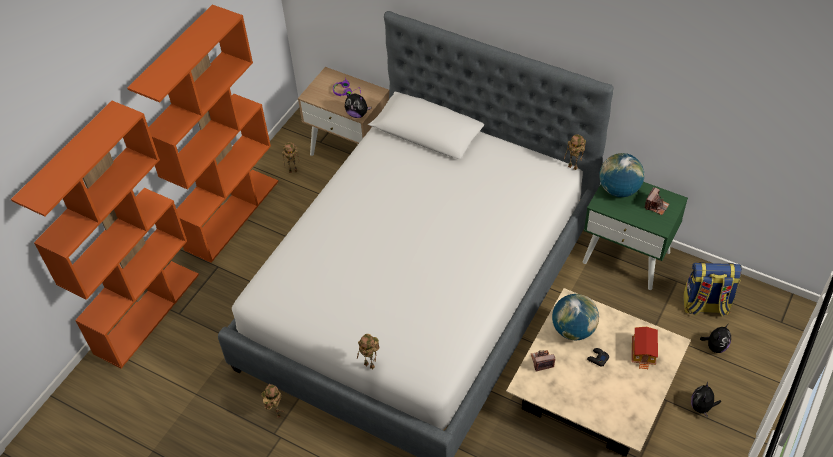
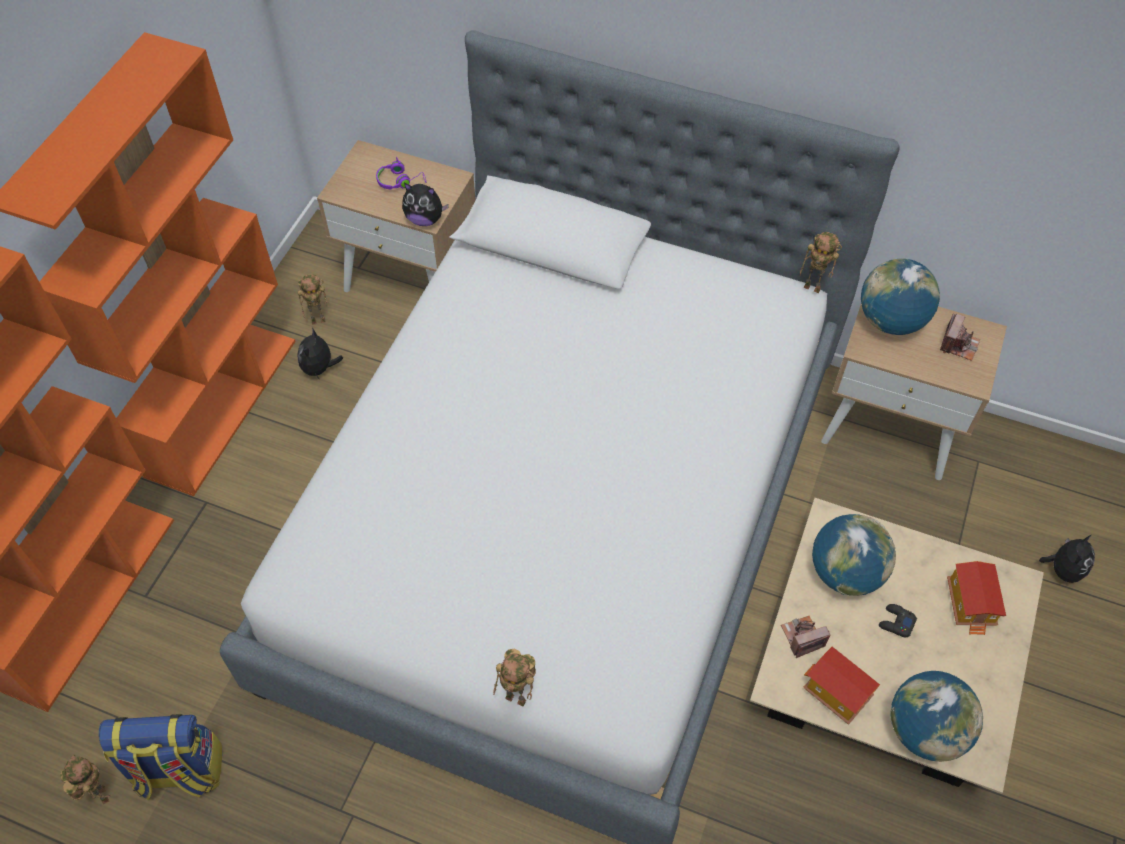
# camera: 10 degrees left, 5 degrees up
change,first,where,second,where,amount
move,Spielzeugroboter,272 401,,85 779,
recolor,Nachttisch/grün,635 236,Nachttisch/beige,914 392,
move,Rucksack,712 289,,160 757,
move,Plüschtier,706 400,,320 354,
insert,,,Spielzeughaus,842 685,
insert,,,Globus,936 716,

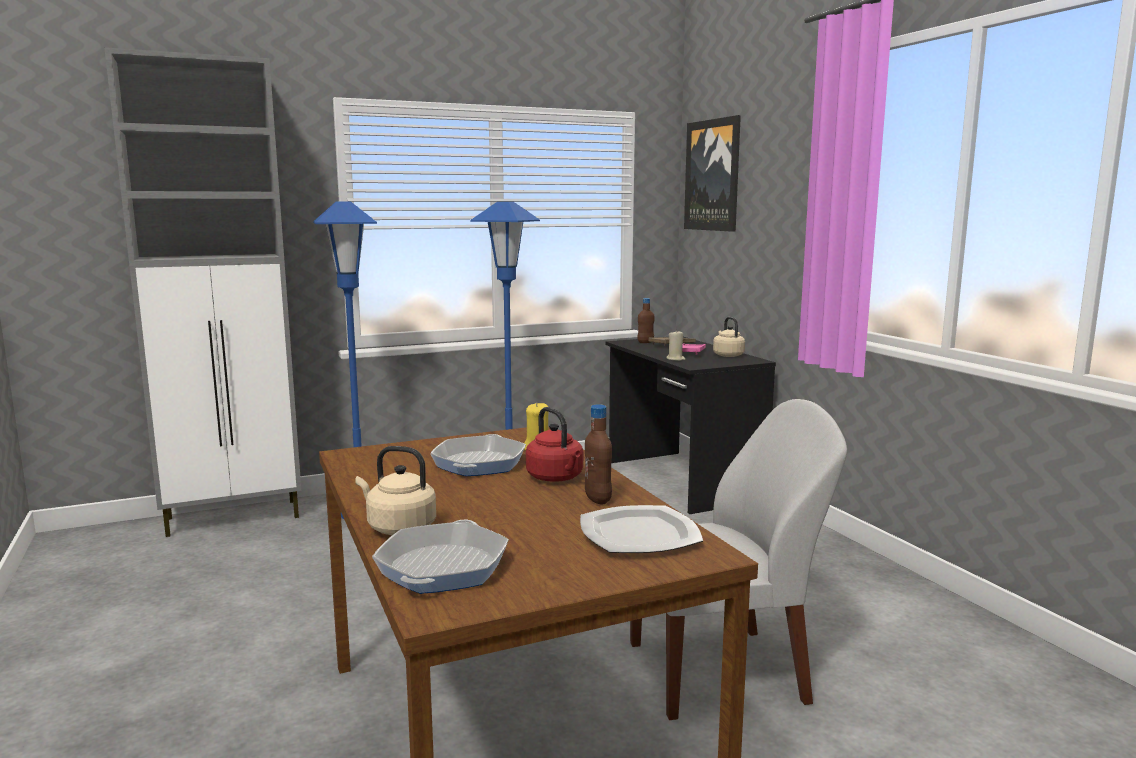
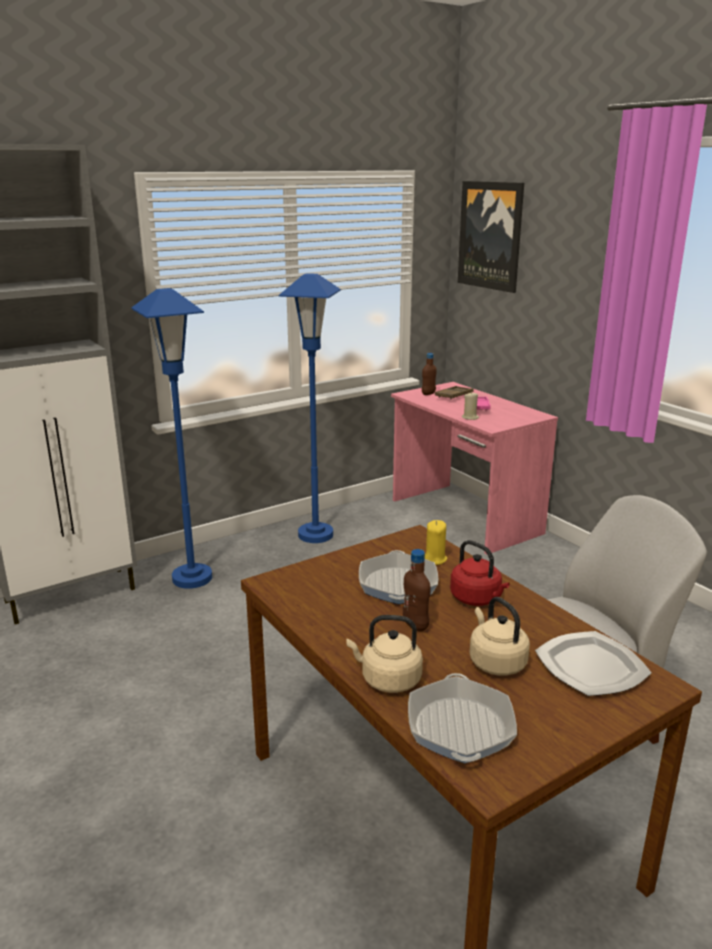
# camera: 10 degrees left, 10 degrees up
change,first,where,second,where,amount
move,Flasche/braun,598 454,,417 590,
recolor,Schreibtisch/schwarz,690 425,Schreibtisch/rosa,474 468,
move,Wasserkessel/beige,729 337,,500 636,

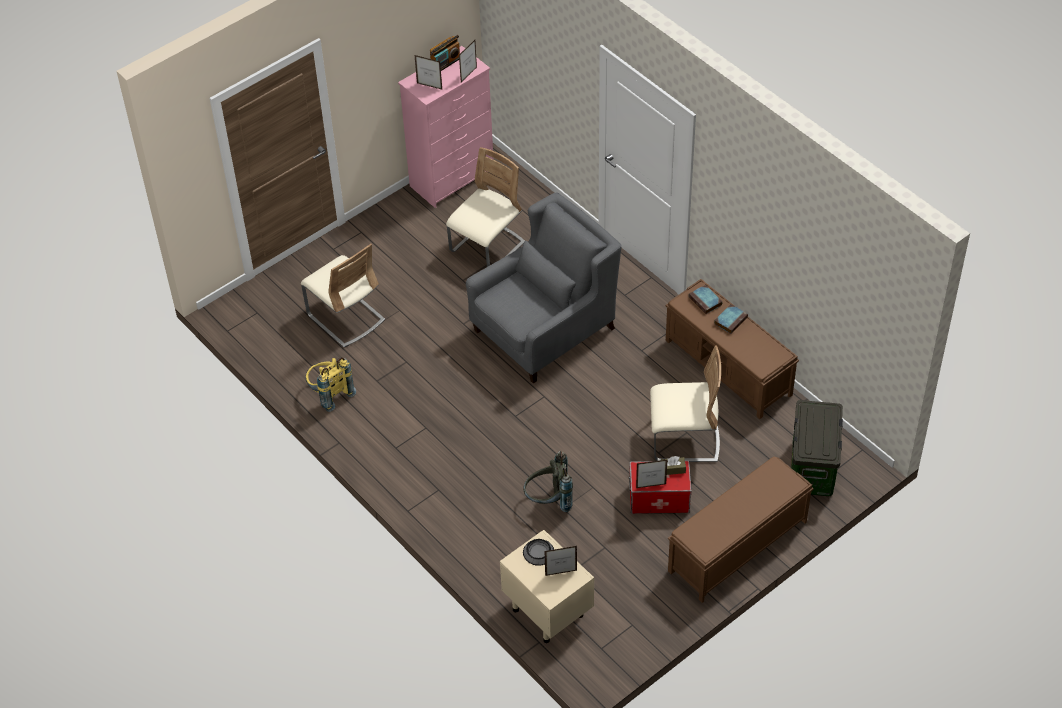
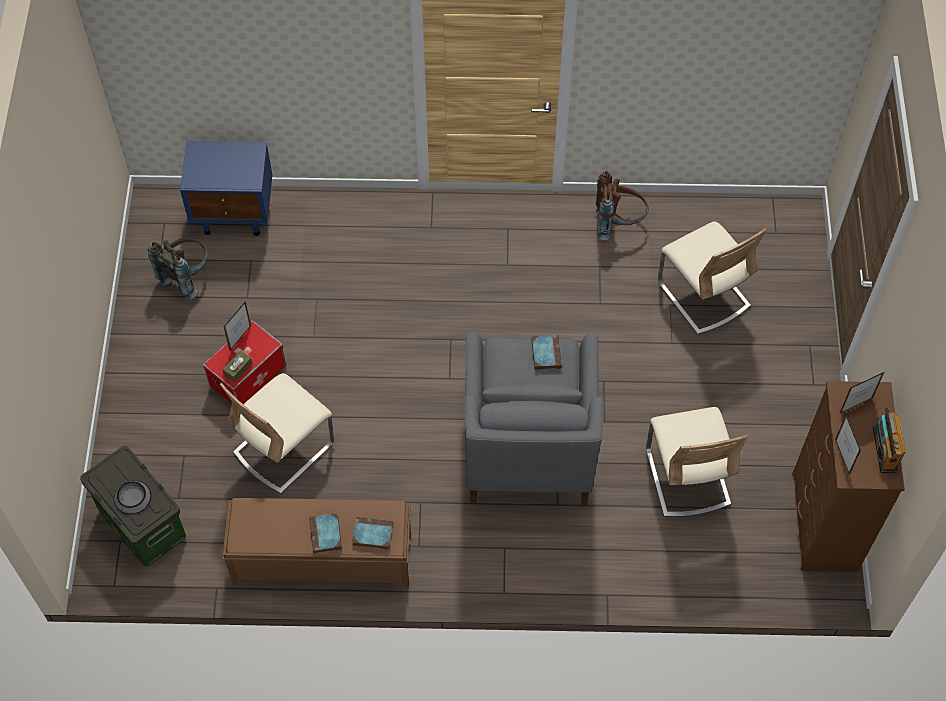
# camera: 130 degrees right, 10 degrees up
change,first,where,second,where,amount
rotate,Stuhl/beige,343 296,,712 278,120 degrees counterclockwise
recolor,Rucksack/gelb,330 384,Rucksack/braun,622 205,
recolor,Kommode/rosa,446 127,Kommode/braun,848 476,
recolor,Nachttisch/beige,547 586,Nachttisch/blau,226 188,
move,Schüssel,538 552,,132 497,
move,Rucksack/grau,548 481,,177 269,
delete,Bilderrahmen,561 561,,,
delete,Bank/braun,741 529,,,
insert,,,Buch,546 352,

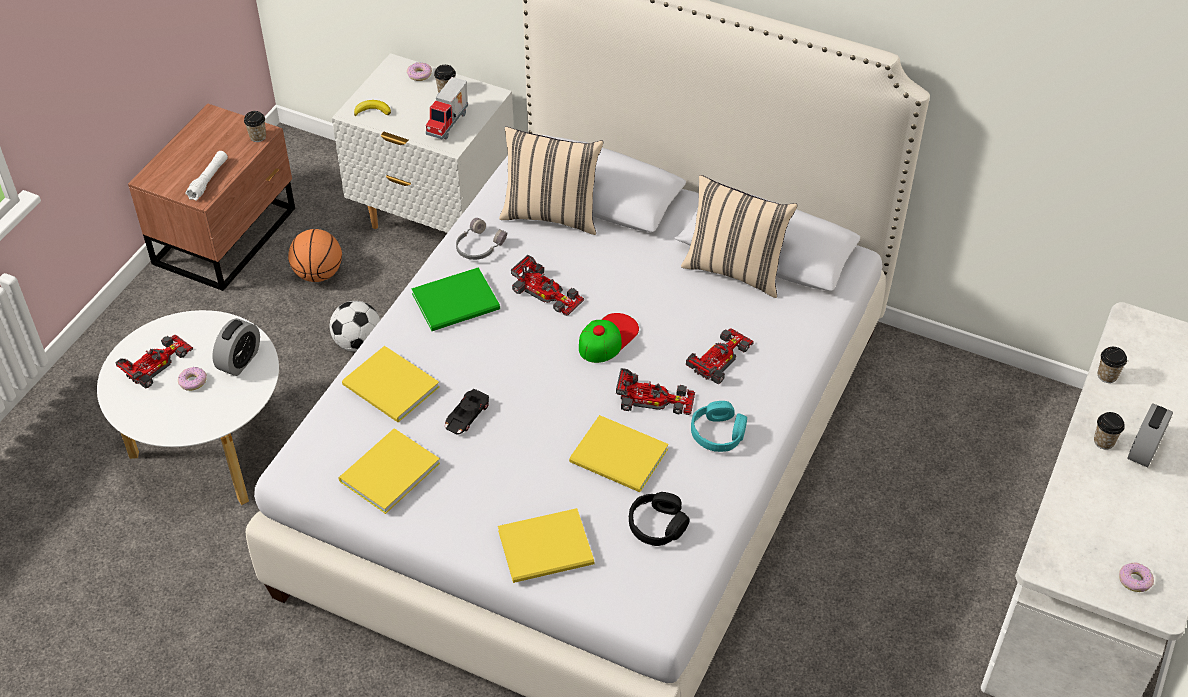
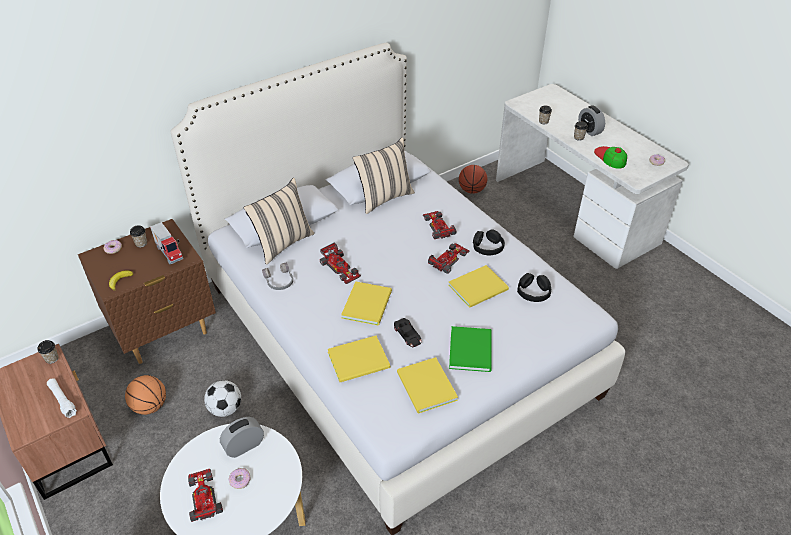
# camera: 60 degrees left, 5 degrees down
change,first,where,second,where,amount
rotate,Wecker,236 347,,242 437,90 degrees counterclockwise
recolor,Nachttisch/weiß,423 143,Nachttisch/braun,147 291,
move,Buch/grün,455 299,,470 349,
move,Buch/gelb,546 545,,366 303,
rotate,Spielzeugauto,547 285,,340 263,75 degrees clockwise
move,Kappe,609 338,,610 157,
recolor,Kopfhörer/türkis,719 426,Kopfhörer/schwarz,489 242,
insert,,,Basketball,473 179,

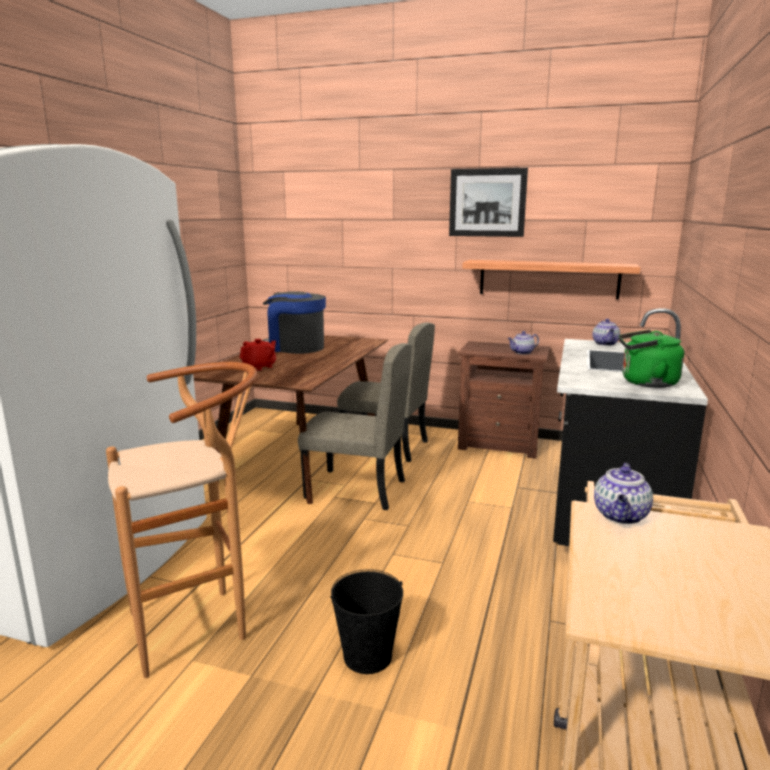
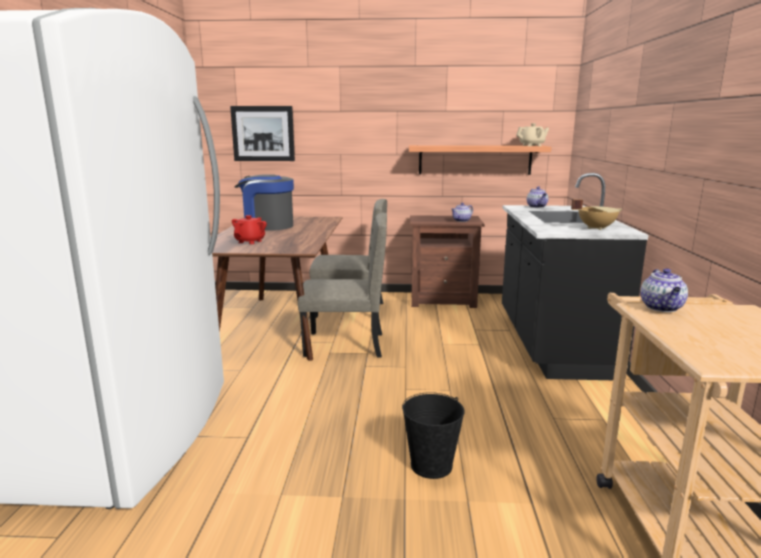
# camera: 15 degrees left, 0 degrees up
change,first,where,second,where,amount
delete,Hocker/braun,182 520,,,
move,Bild,488 202,,262 133,
replace,Wasserkessel/grün,651 359,Kochtopf/beige,596 214,
insert,,,Teekanne/beige,533 134,

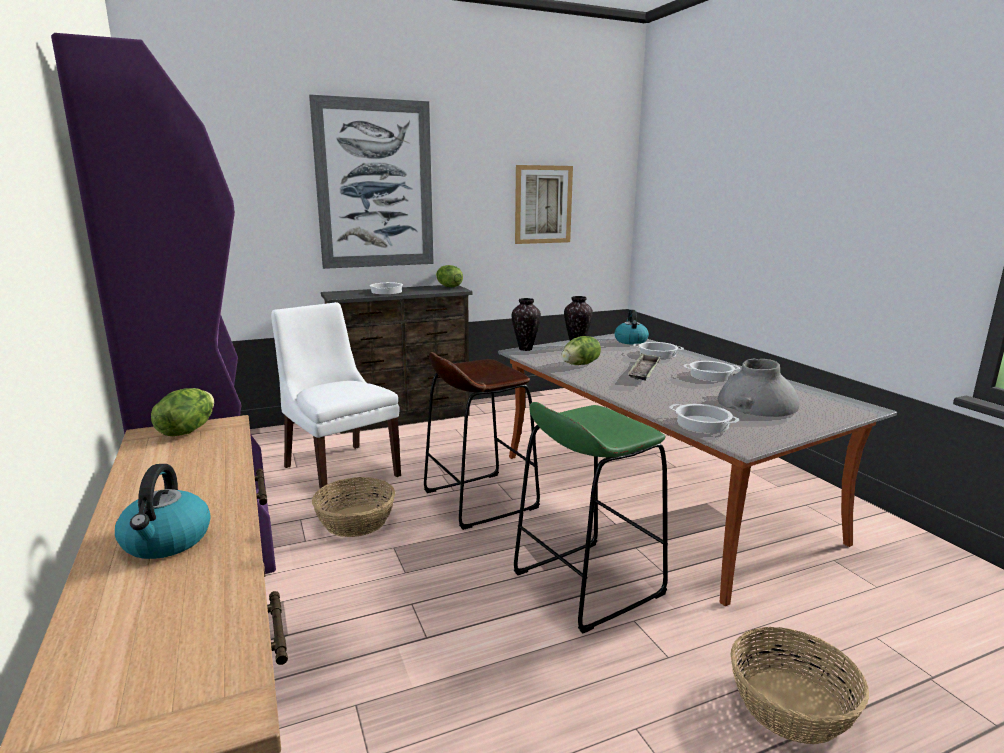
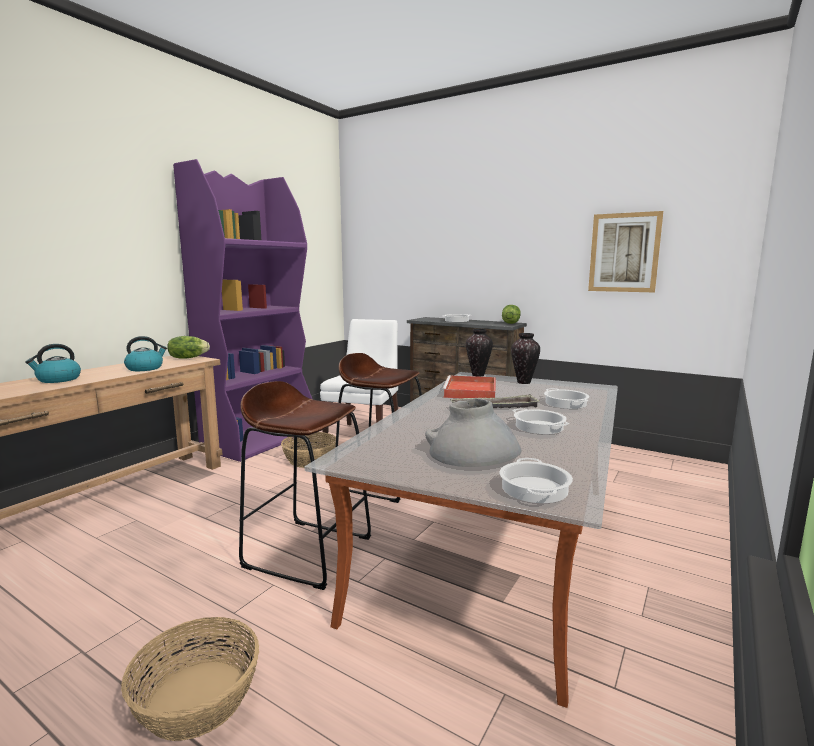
# camera: 55 degrees right, 5 degrees down
change,first,where,second,where,amount
delete,Bild,371 181,,,
recolor,Hocker/grün,591 517,Hocker/braun,305 485,
replace,Salatkopf,581 350,Tablett/rot,468 386,
move,Wasserkessel,632 327,,145 353,
move,Kochtopf,704 418,,536 480,

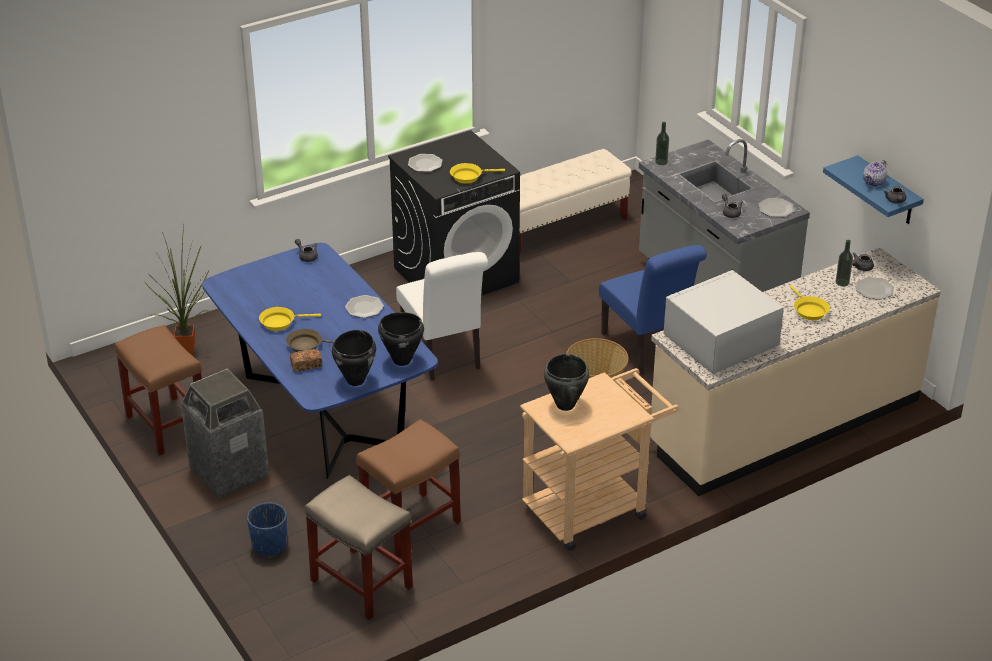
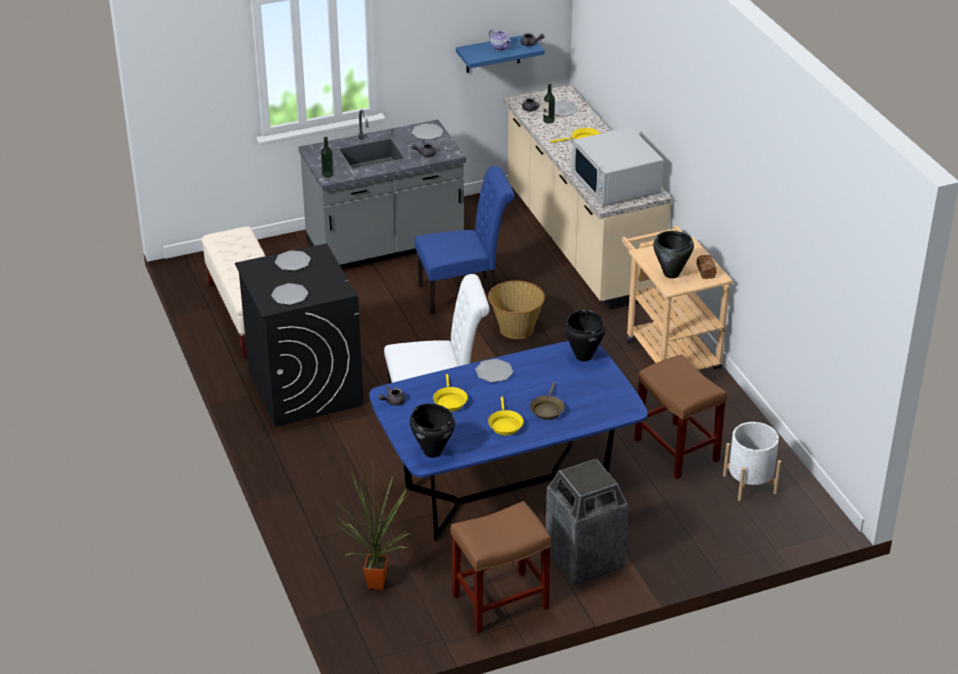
# camera: 80 degrees left, 0 degrees up
change,first,where,second,where,amount
delete,Pflanzkübel/blau,267 530,,,
move,Brot,306 360,,706 267,
replace,Hocker/beige,359 547,Pflanzkübel/weiß,752 461,
move,Kochtopf/schwarz,354 358,,432 430,
move,Pfanne/gelb,477 173,,450 393,
insert,,,Teller,293 260,

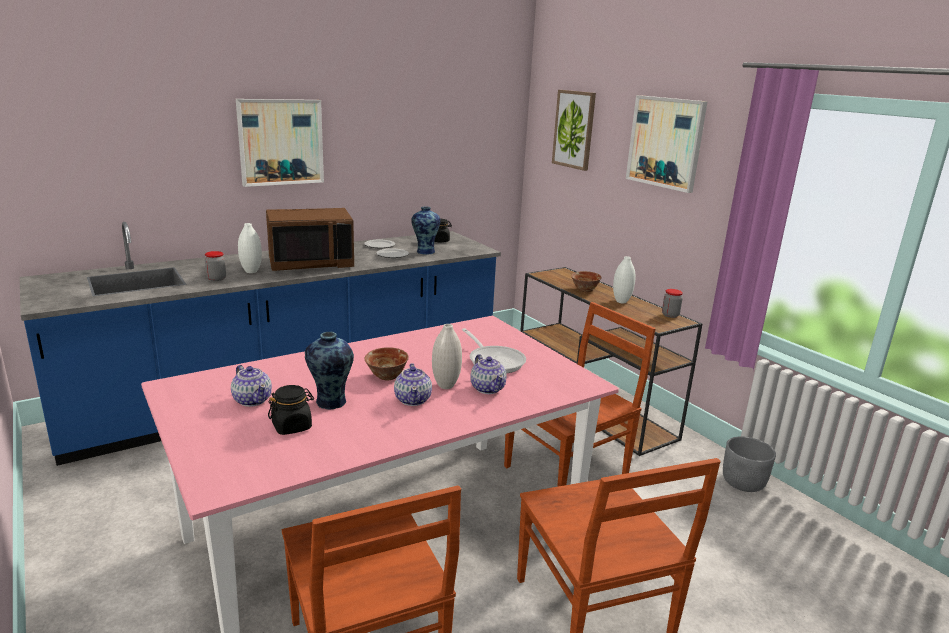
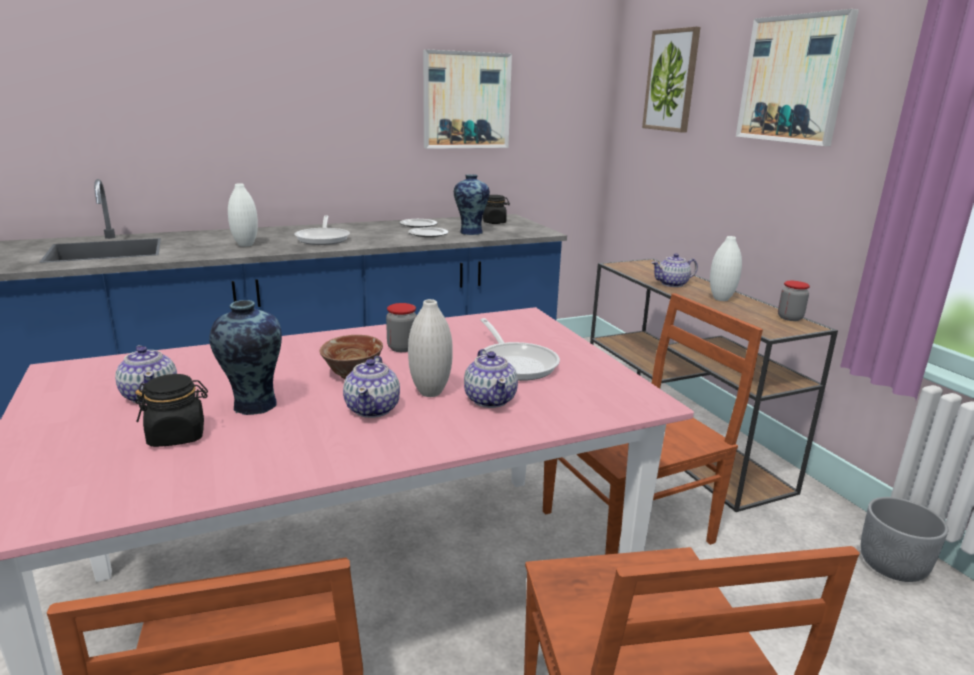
# camera: 10 degrees right, 0 degrees up
change,first,where,second,where,amount
move,Vorratsglas,215 266,,401 327,
move,Bild,280 143,,467 99,
replace,Mikrowelle/braun,310 239,Pfanne,322 230,
replace,Schüssel,586 281,Teekanne,674 270,

